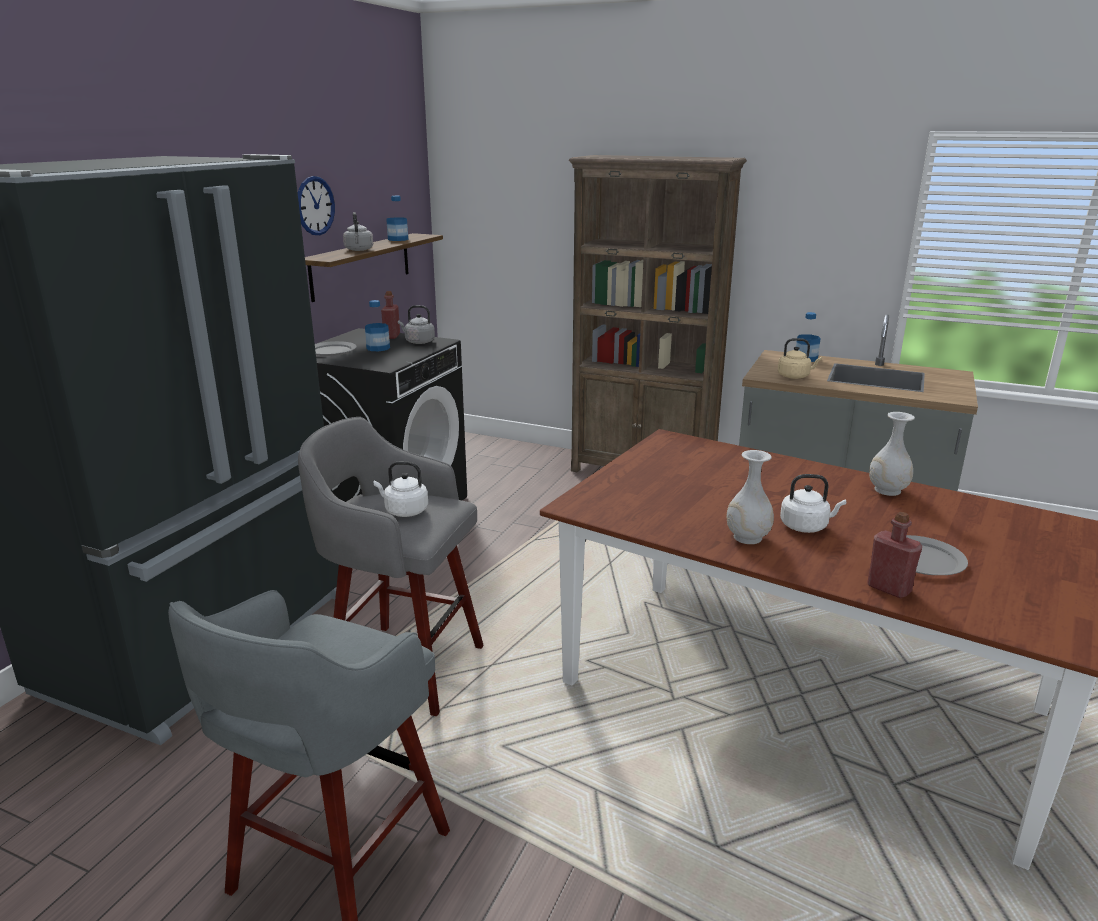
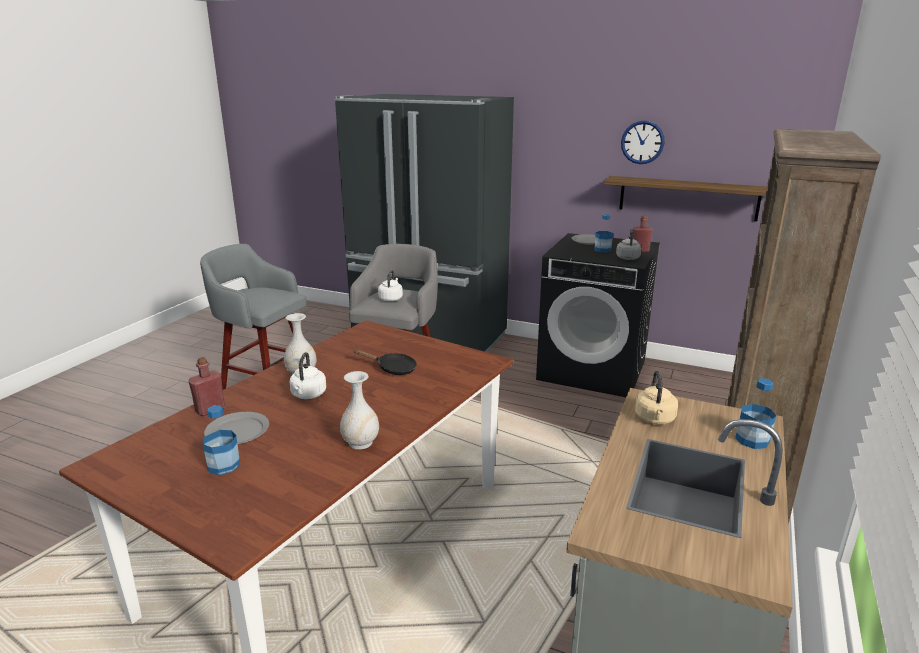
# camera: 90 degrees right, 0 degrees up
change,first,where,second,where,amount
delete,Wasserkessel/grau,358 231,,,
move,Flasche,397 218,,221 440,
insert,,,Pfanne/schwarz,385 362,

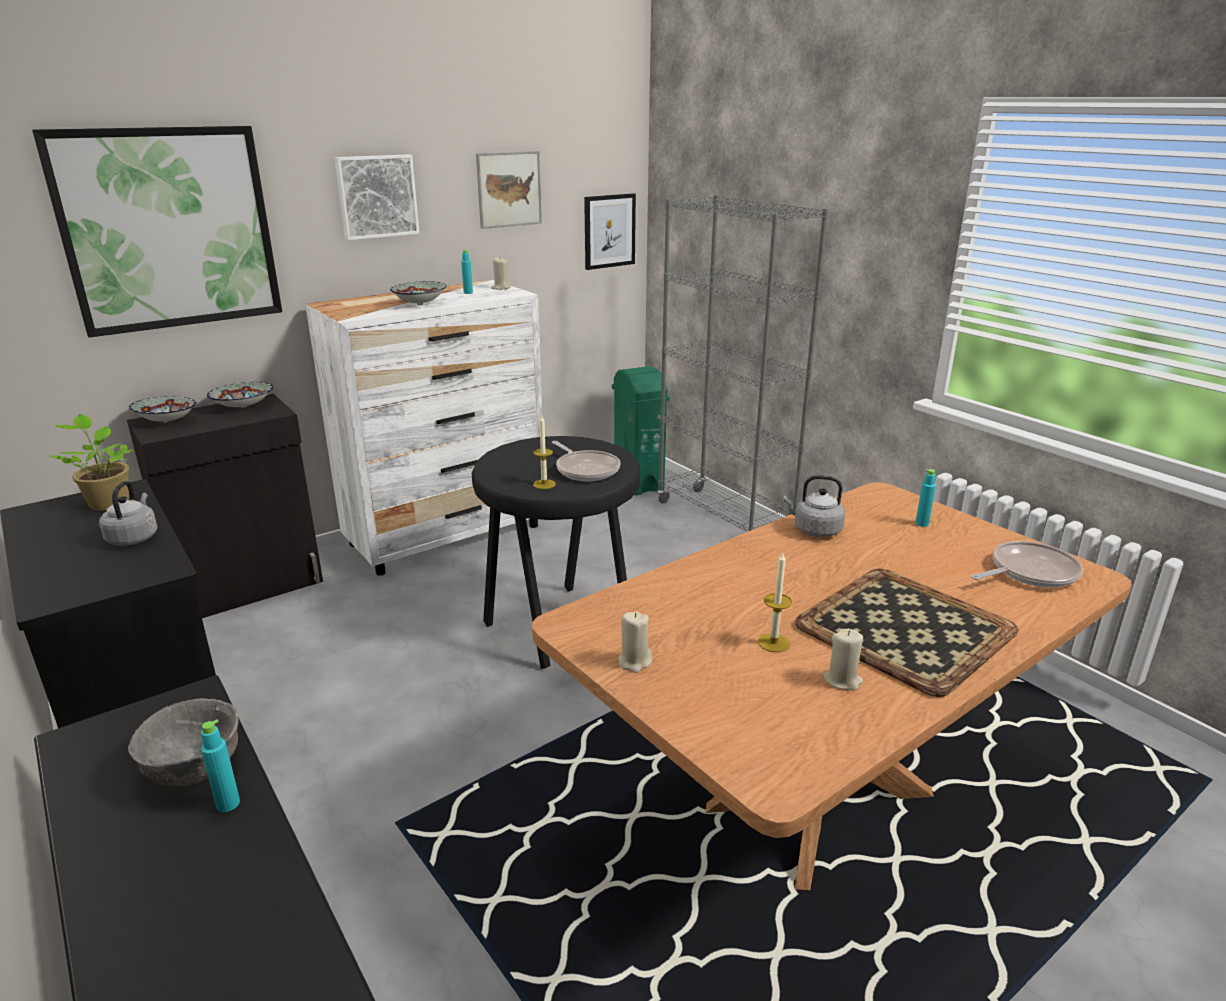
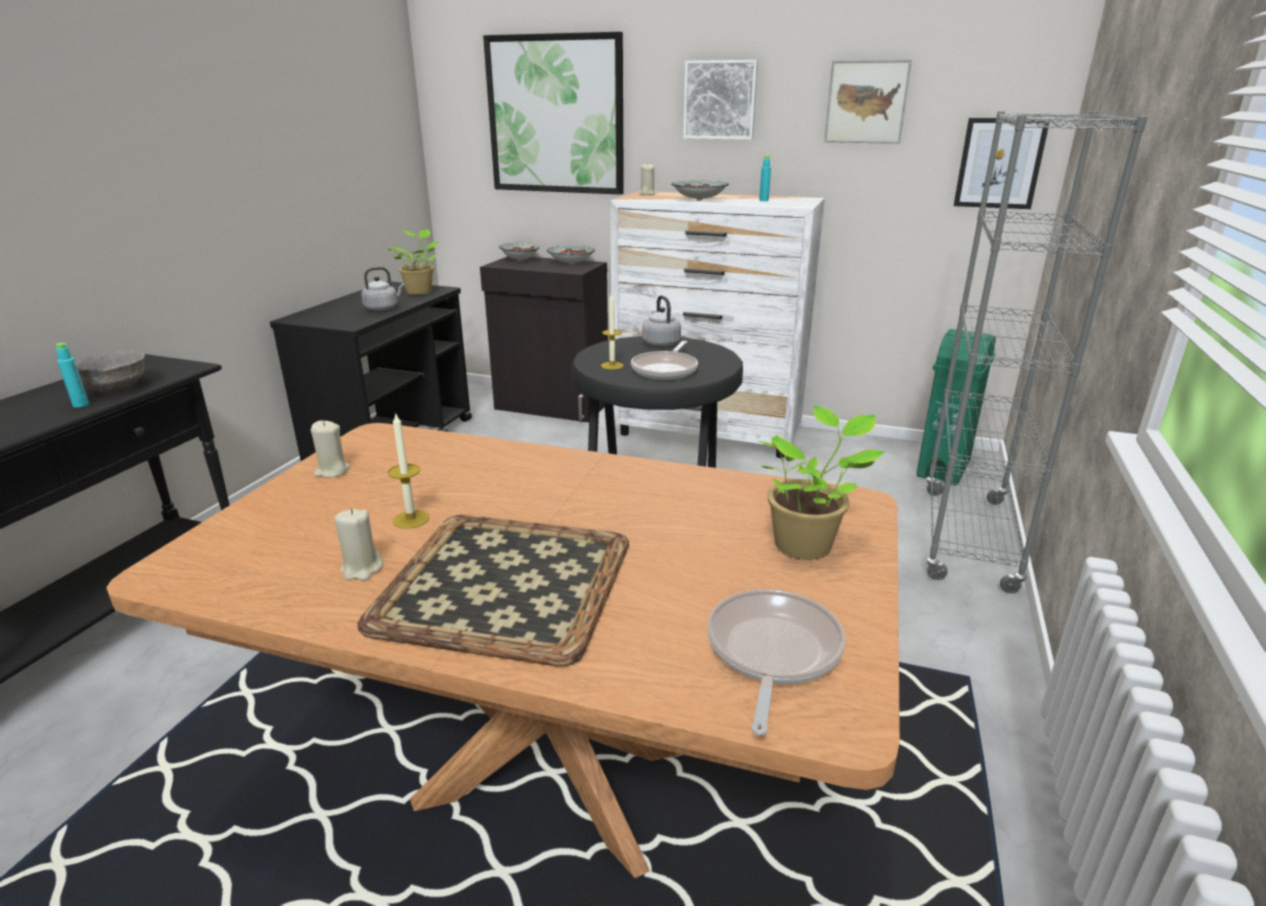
# camera: 55 degrees right, 0 degrees up
change,first,where,second,where,amount
move,Kerze/beige,501 274,,647 179,
move,Wasserkessel/grau,814 506,,661 321,
replace,Flasche/türkis,925 498,Topfpflanze,821 483,
rotate,Pfanne,1027 564,,776 662,105 degrees counterclockwise

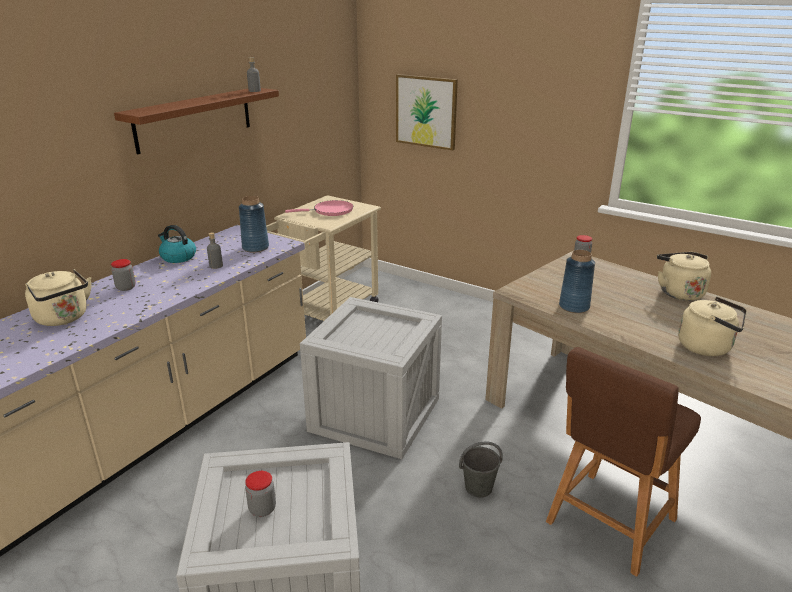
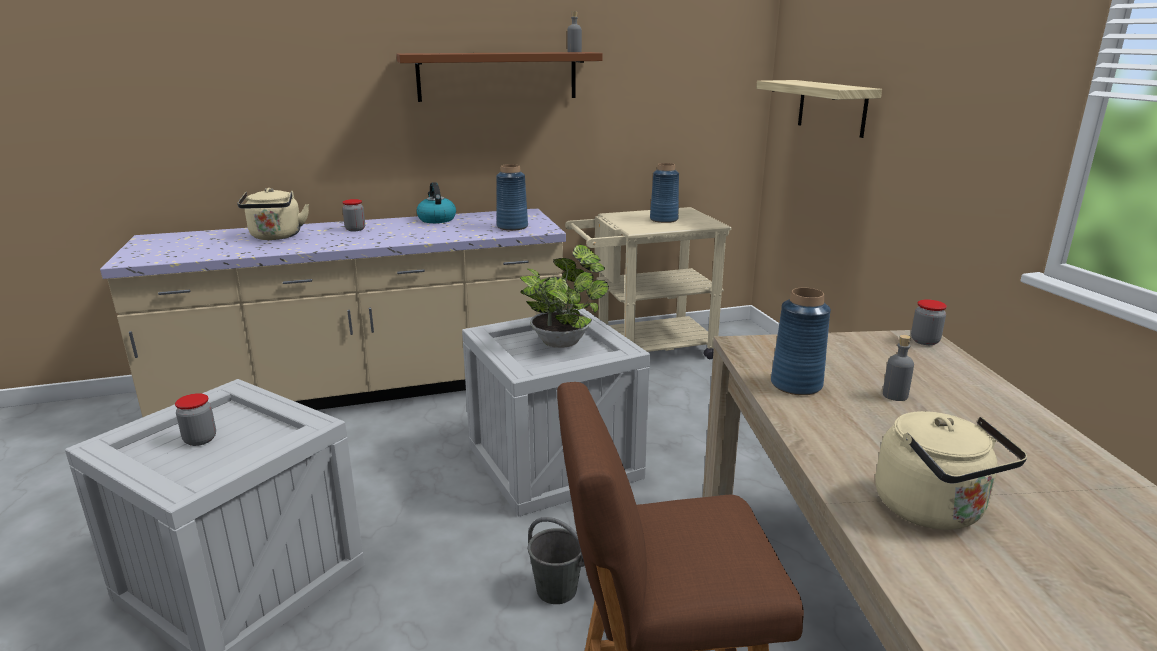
# camera: 40 degrees right, 5 degrees down
change,first,where,second,where,amount
move,Flasche/grau,215 251,,898 368,
replace,Pfanne/rosa,319 208,Vase/blau,664 193,
replace,Bild,427 112,Wandregal,819 109,
delete,Wasserkessel/beige,684 276,,,
insert,,,Topfpflanze,564 296,

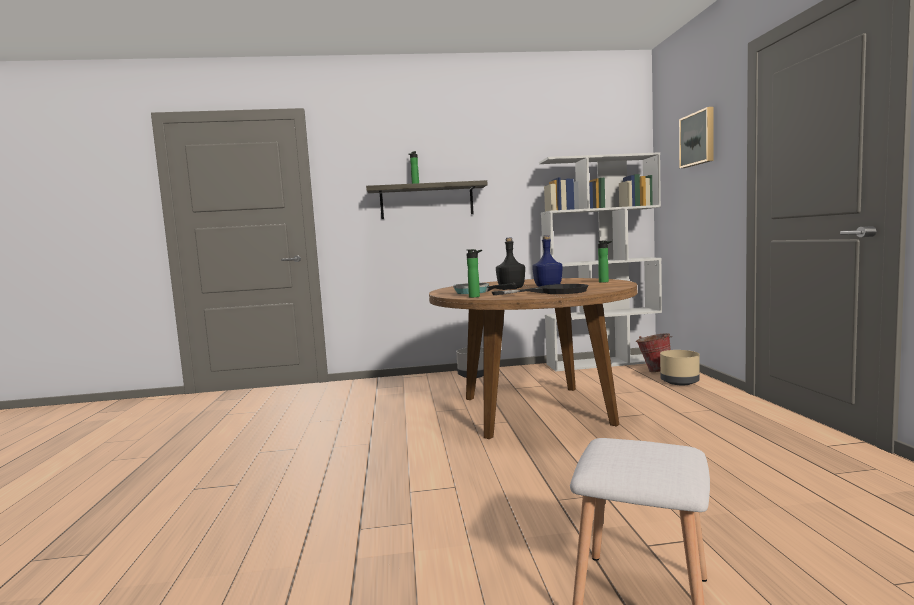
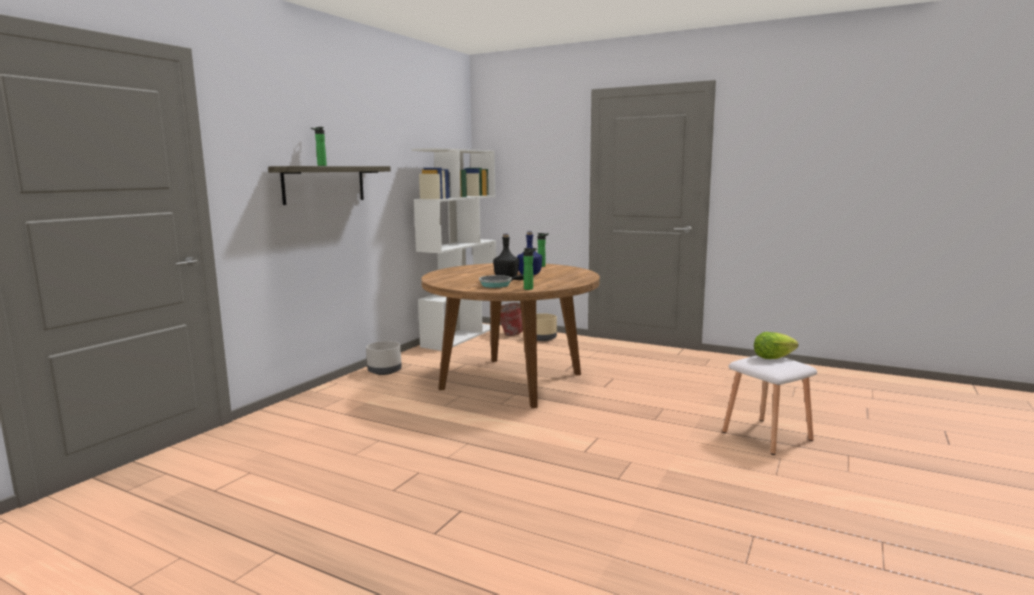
# camera: 55 degrees left, 5 degrees up
change,first,where,second,where,amount
delete,Pfanne/schwarz,540 289,,,
delete,Bild,696 137,,,
insert,,,Salatkopf,776 345,

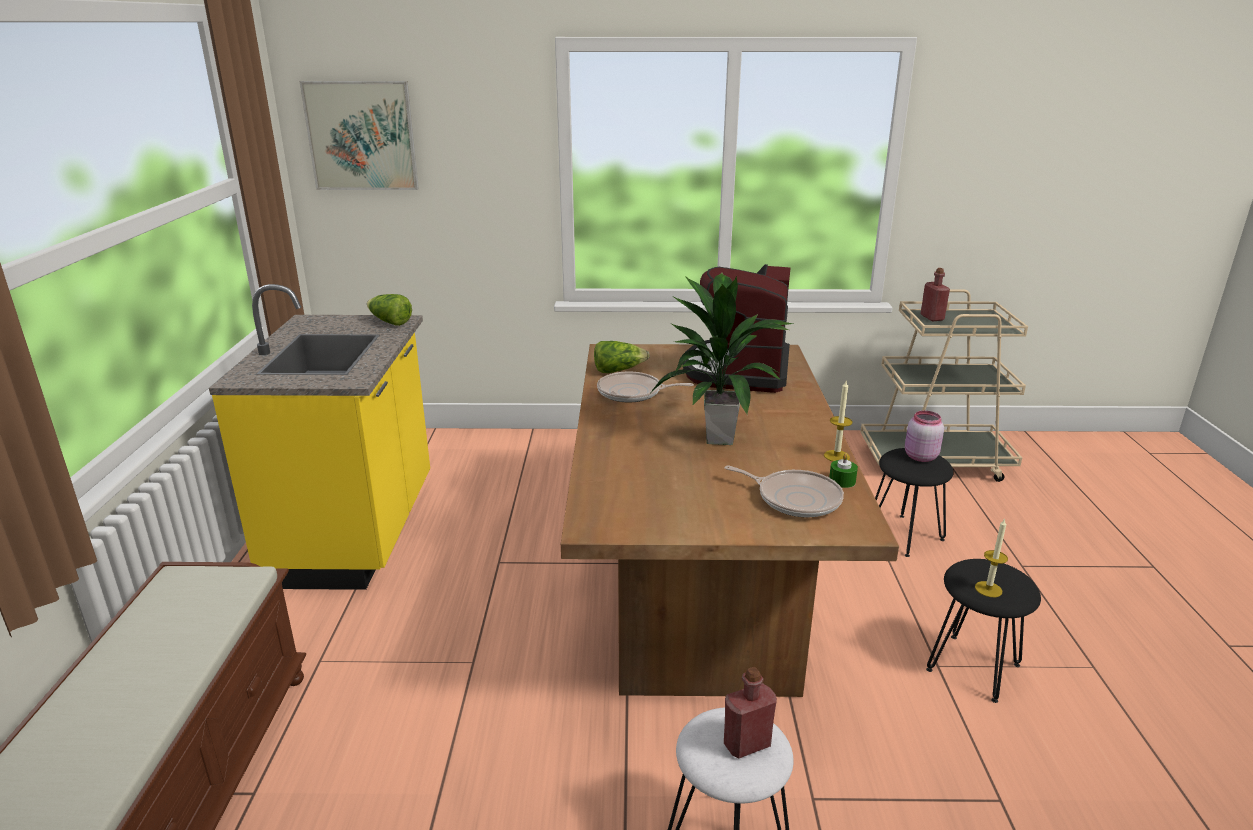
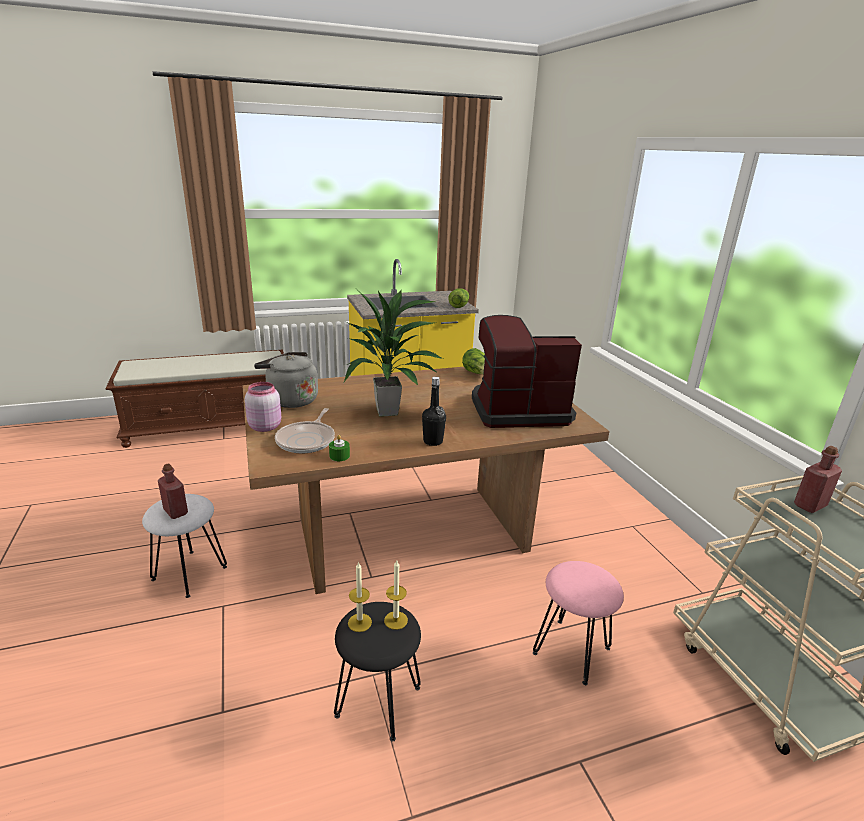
# camera: 70 degrees right, 0 degrees up
change,first,where,second,where,amount
delete,Bild,359 135,,,
delete,Pfanne,645 387,,,
move,Kerze,838 421,,396 595,
recolor,Hocker/schwarz,914 502,Hocker/rosa,578 623,
move,Vorratsglas/rosa,924 436,,263 407,
insert,,,Wasserkessel/grau,286 380,
insert,,,Flasche/schwarz,434 411,

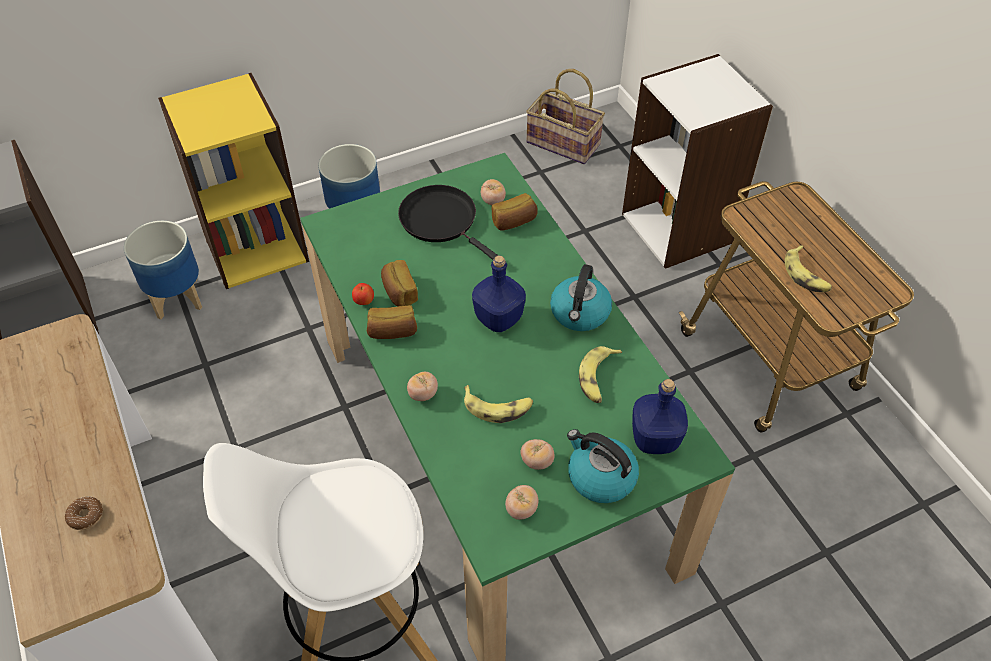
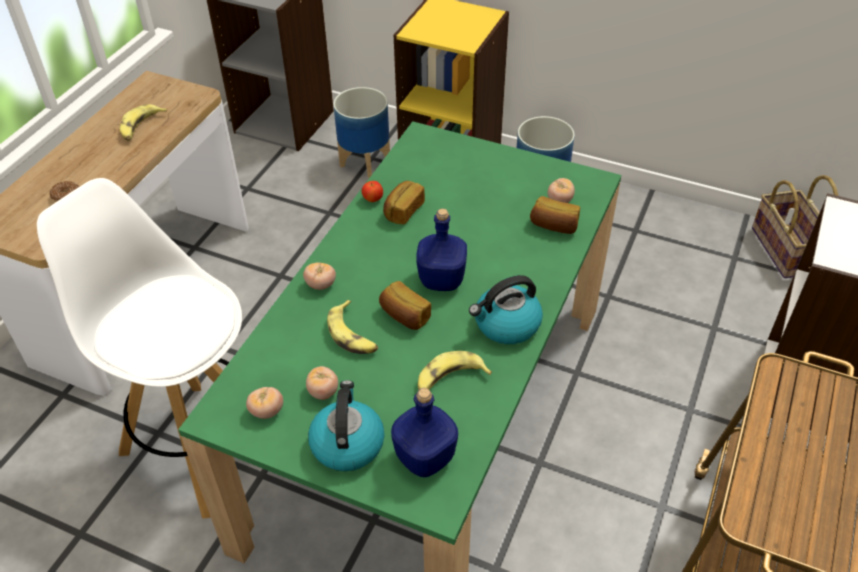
# camera: 50 degrees right, 5 degrees down
change,first,where,second,where,amount
move,Brot,392 322,,405 305,
delete,Pfanne/schwarz,448 222,,,
move,Banane,808 268,,143 122,

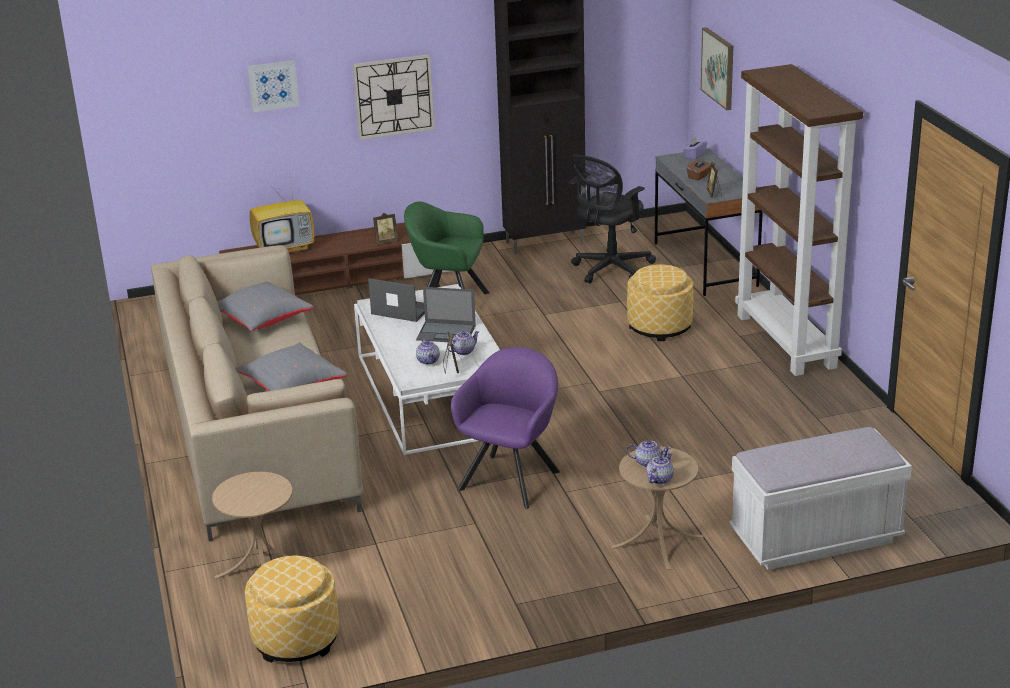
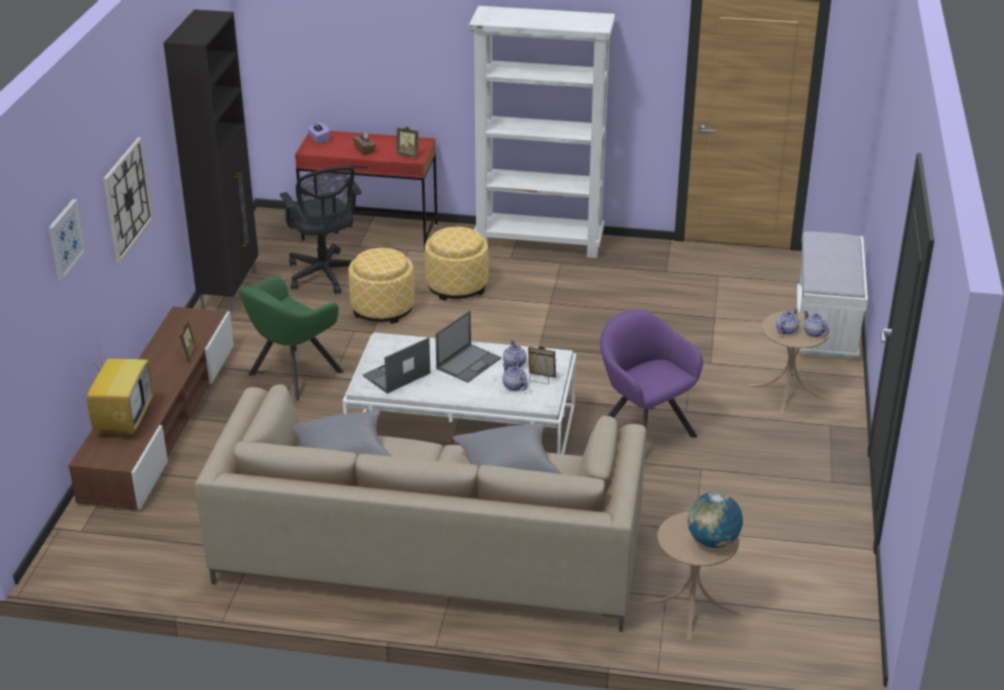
# camera: 65 degrees left, 5 degrees up
change,first,where,second,where,amount
move,Polsterhocker,292 609,,381 286,
rotate,Teekanne,428 351,,515 377,135 degrees counterclockwise
recolor,Schreibtisch/grau,709 222,Schreibtisch/rot,366 190,
delete,Bild,717 68,,,
recolor,Bücherregal/braun,799 220,Bücherregal/weiß,542 132,
insert,,,Globus,715 520,

